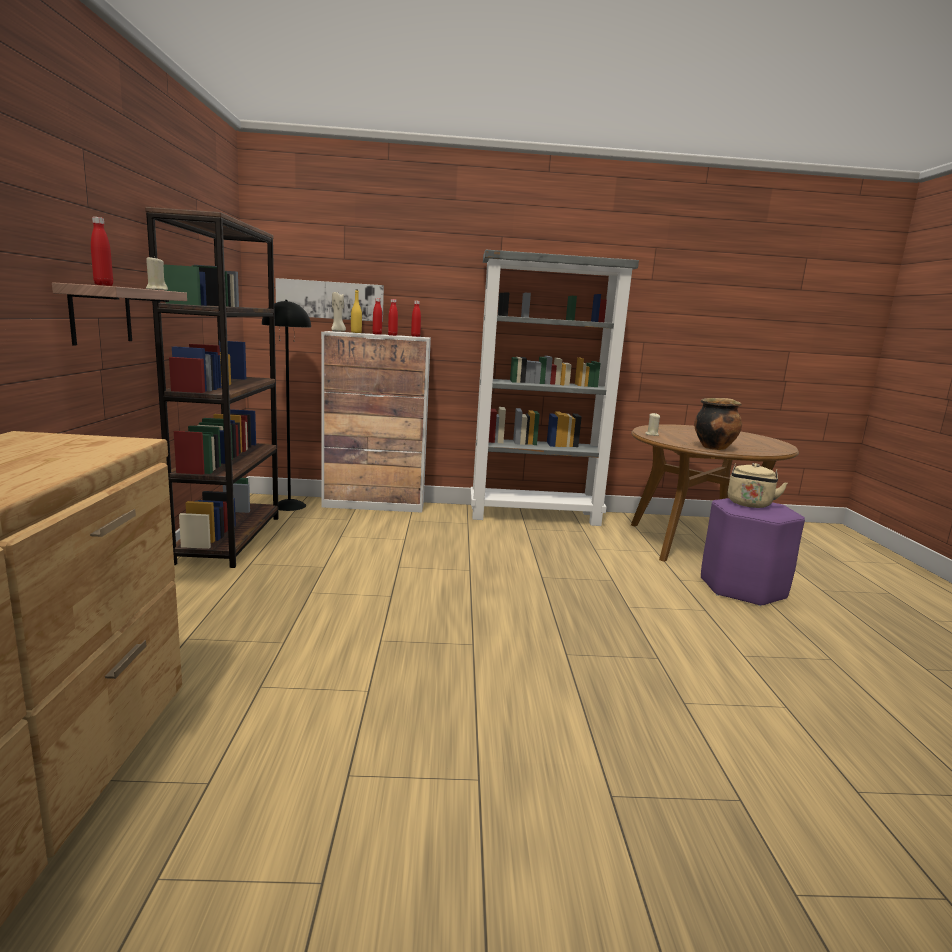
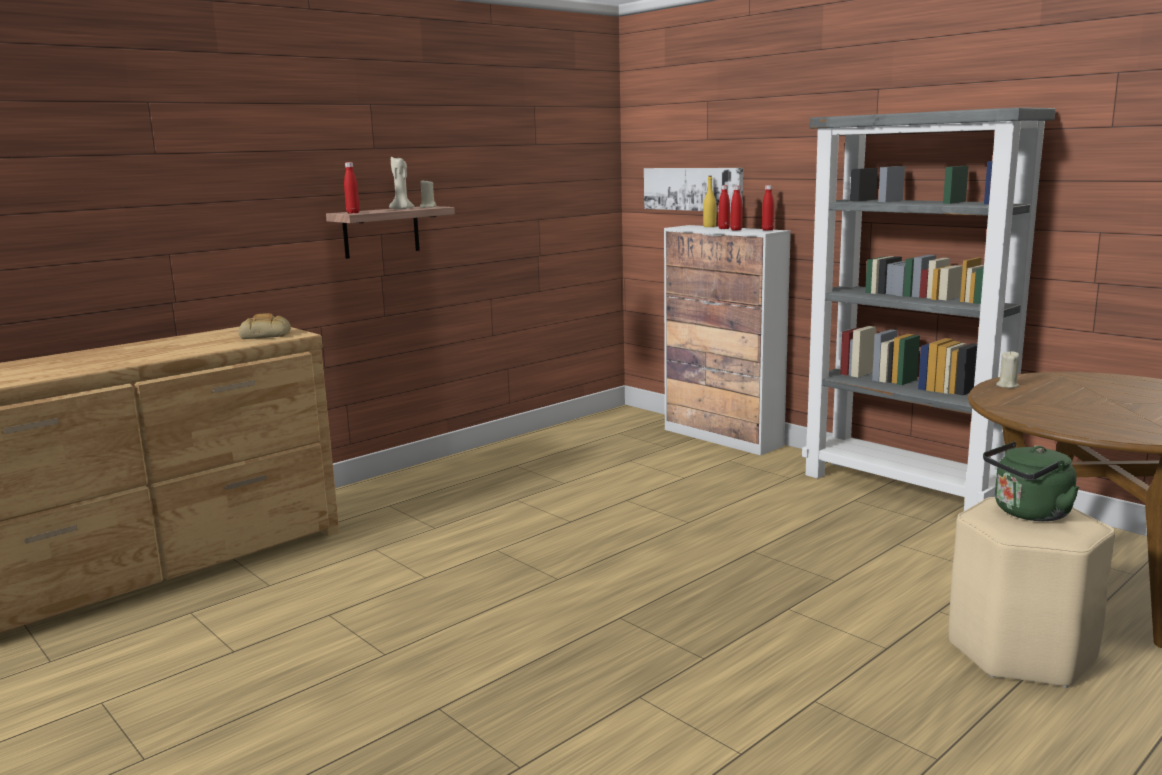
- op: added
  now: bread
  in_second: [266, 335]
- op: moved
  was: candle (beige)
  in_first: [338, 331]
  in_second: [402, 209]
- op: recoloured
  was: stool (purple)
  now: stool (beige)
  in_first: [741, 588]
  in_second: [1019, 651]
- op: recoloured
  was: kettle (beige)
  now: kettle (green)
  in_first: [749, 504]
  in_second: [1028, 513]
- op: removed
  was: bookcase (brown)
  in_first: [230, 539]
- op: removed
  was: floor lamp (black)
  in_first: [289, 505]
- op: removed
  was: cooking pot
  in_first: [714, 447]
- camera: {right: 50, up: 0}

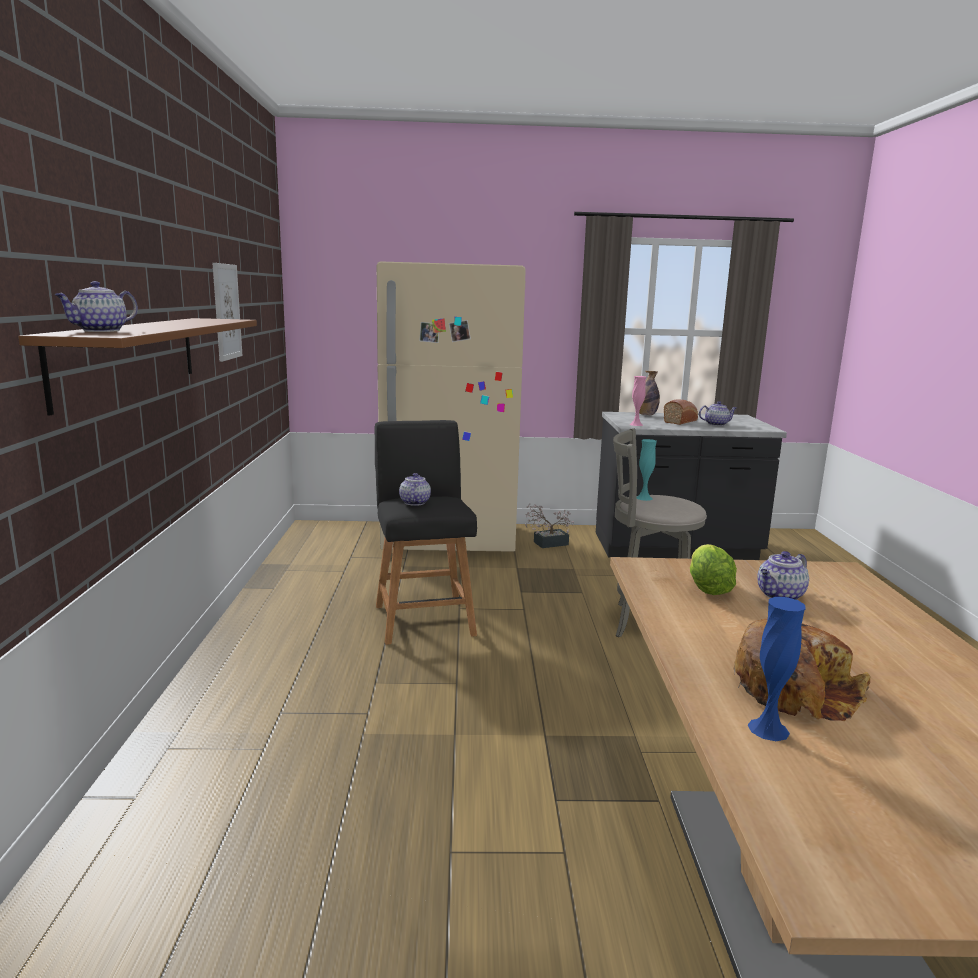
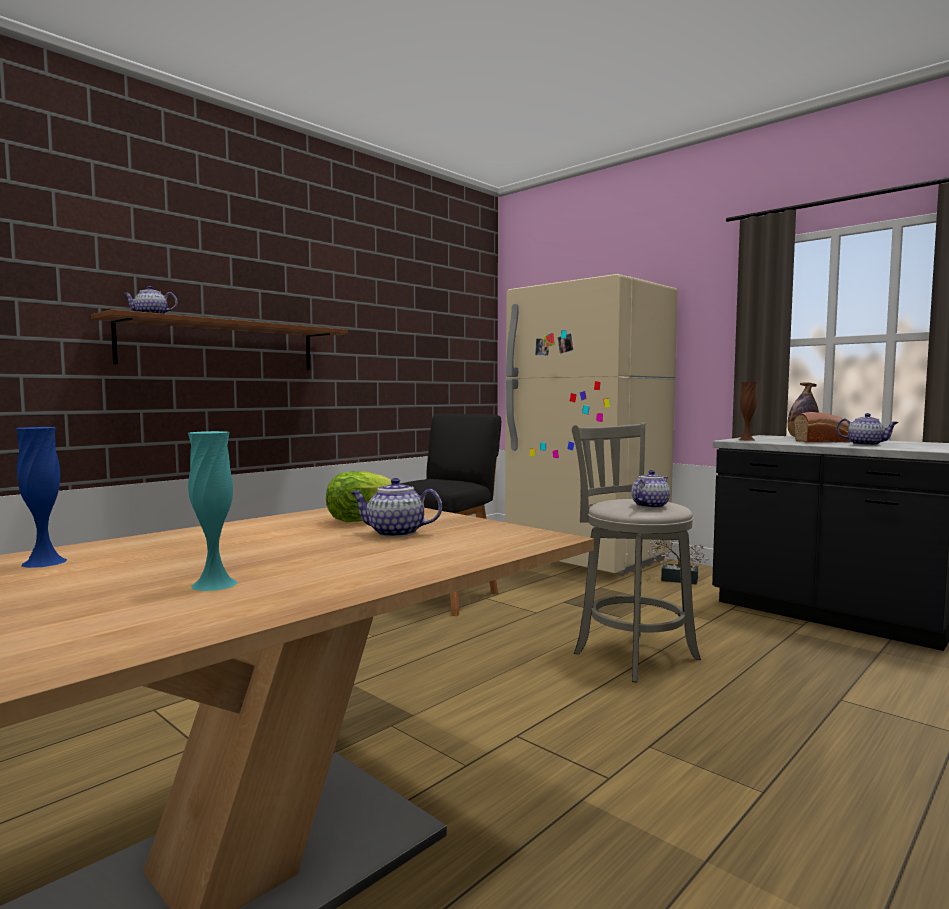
- op: moved
  was: vase (turquoise)
  in_first: [644, 498]
  in_second: [214, 584]
- op: moved
  was: teapot
  in_first: [414, 502]
  in_second: [650, 506]
- op: recoloured
  was: vase (pink)
  now: vase (brown)
  in_first: [636, 424]
  in_second: [746, 440]
- op: removed
  was: picture
  in_first: [226, 312]
- op: removed
  was: bread
  in_first: [795, 688]
- camera: {right: 45, up: -10}

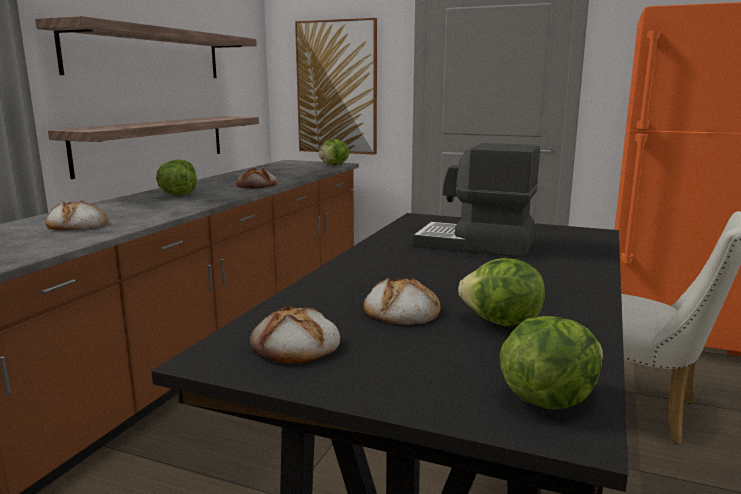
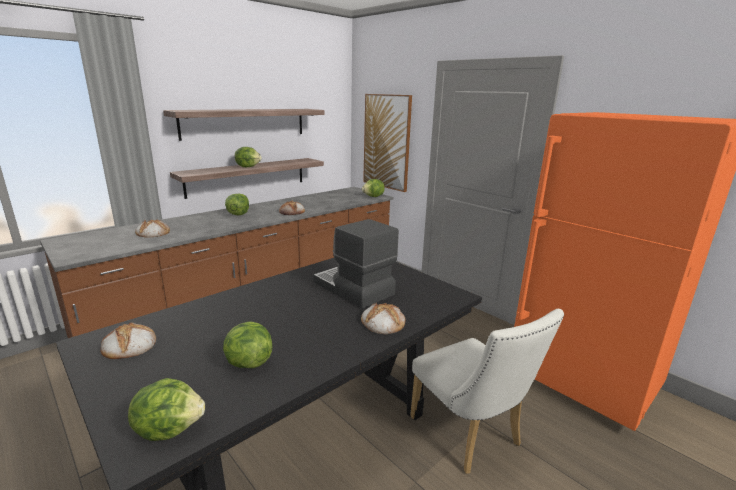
- op: added
  now: lettuce
  in_second: [248, 167]
- op: moved
  was: bread
  in_first: [401, 311]
  in_second: [382, 322]
- camera: {right: 25, up: 5}

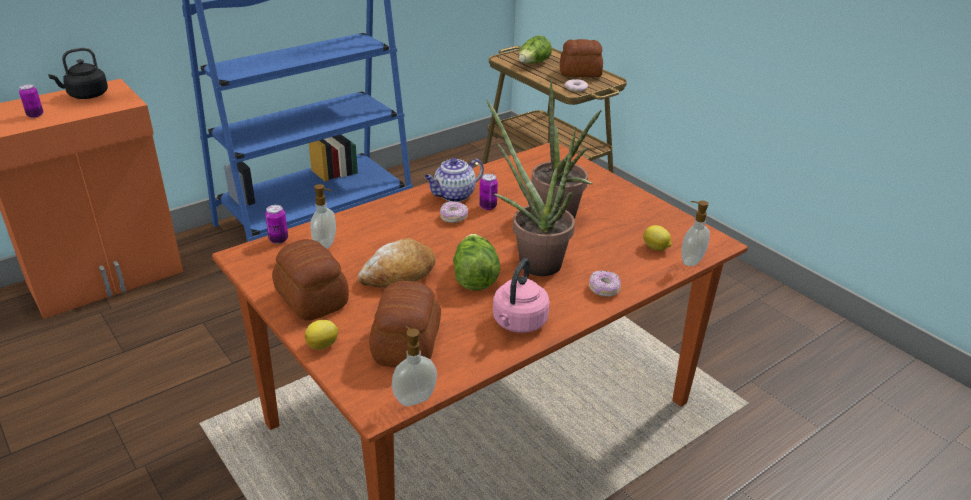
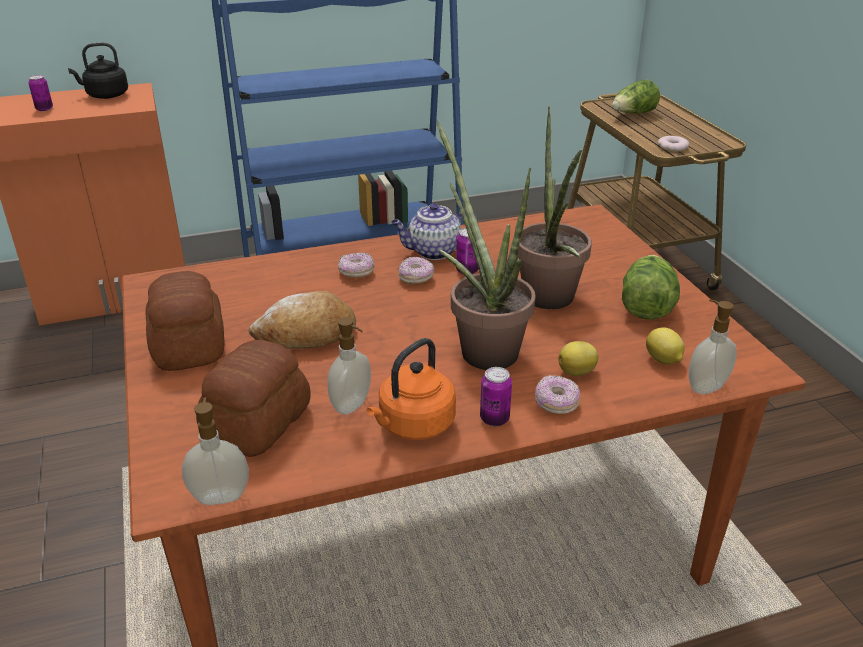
- op: moved
  was: soap dispenser
  in_first: [326, 245]
  in_second: [352, 405]
- op: added
  now: donut
  in_second: [356, 273]
- op: recoloured
  was: kettle (pink)
  now: kettle (orange)
  in_first: [518, 323]
  in_second: [413, 426]
- op: moved
  was: can
  in_first: [278, 239]
  in_second: [494, 419]
- op: moved
  was: lemon
  in_first: [323, 345]
  in_second: [577, 372]
- op: moved
  was: lettuce
  in_first: [474, 276]
  in_second: [646, 304]
- op: removed
  was: bread
  in_first: [579, 72]
- camera: {right: 20, up: 0}

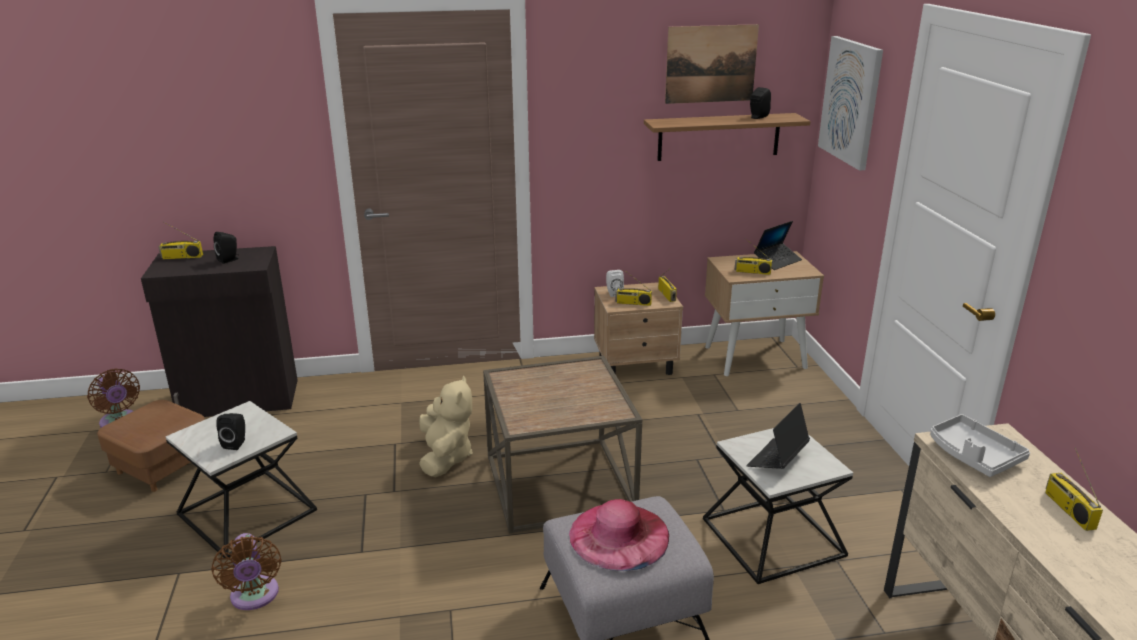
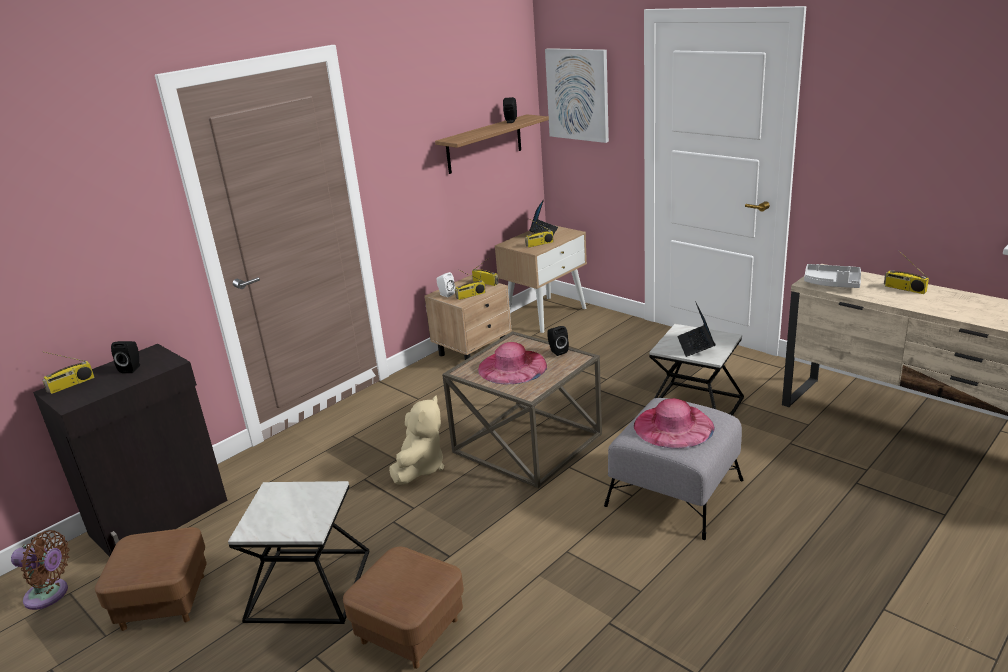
- op: replaced
  was: fan (brown)
  now: ottoman (brown)
  in_first: [255, 597]
  in_second: [410, 630]
- op: turned
  was: plush toy (beige)
  in_first: [445, 457]
  in_second: [420, 468]
  clockwise: 60
- op: added
  now: hat (pink)
  in_second: [512, 367]
- op: moved
  was: speaker (black)
  in_first: [236, 443]
  in_second: [557, 351]
- op: removed
  was: picture
  in_first: [711, 64]
- camera: {right: -35, up: 0}

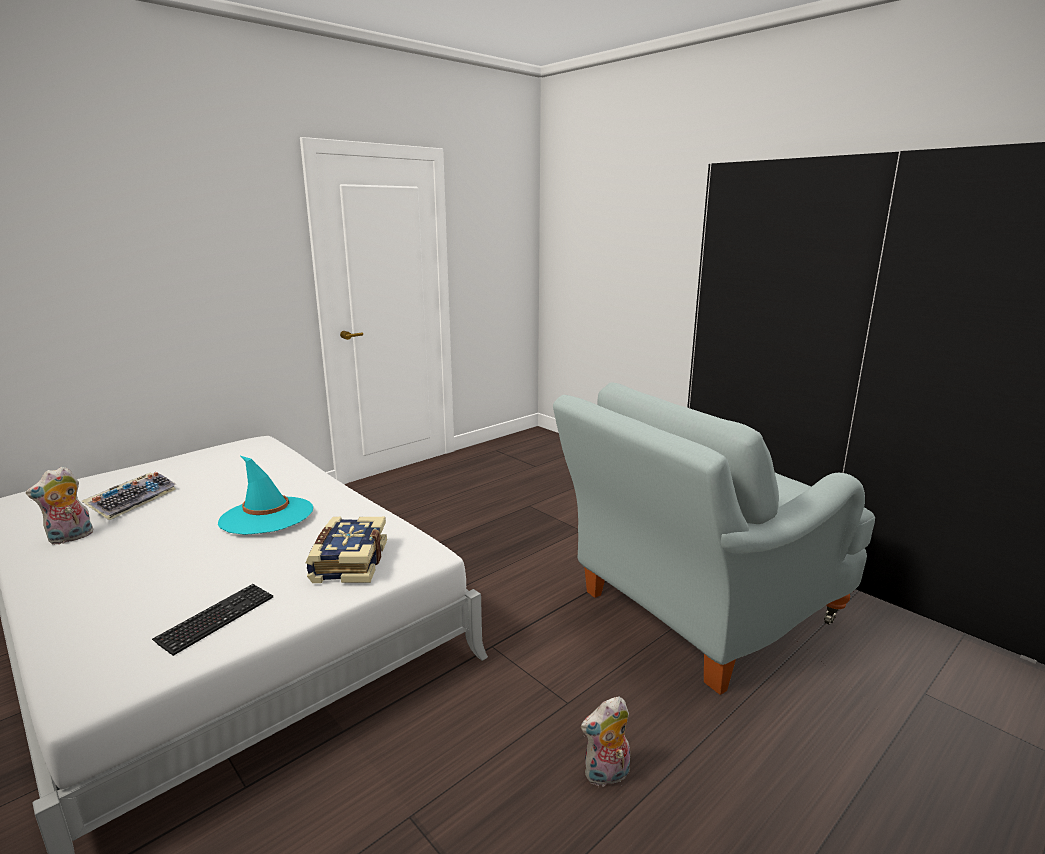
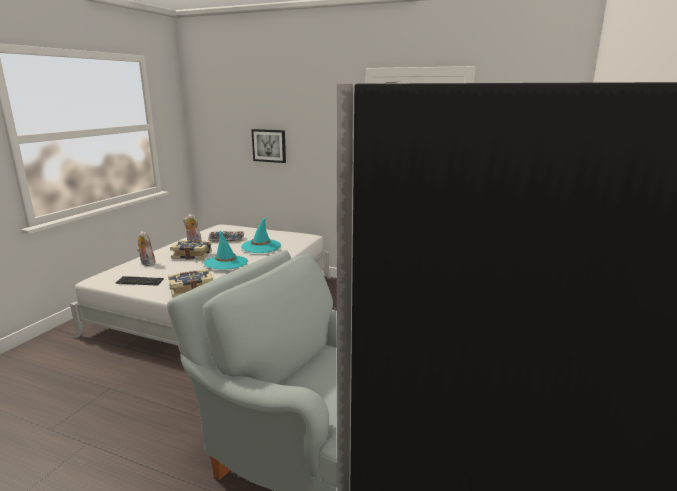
- op: moved
  was: plush toy
  in_first: [606, 776]
  in_second: [146, 263]
- op: added
  now: book
  in_second: [192, 255]
- op: added
  now: hat (turquoise)
  in_second: [261, 246]
- op: added
  now: picture
  in_second: [269, 145]
- camera: {right: 65, up: 0}

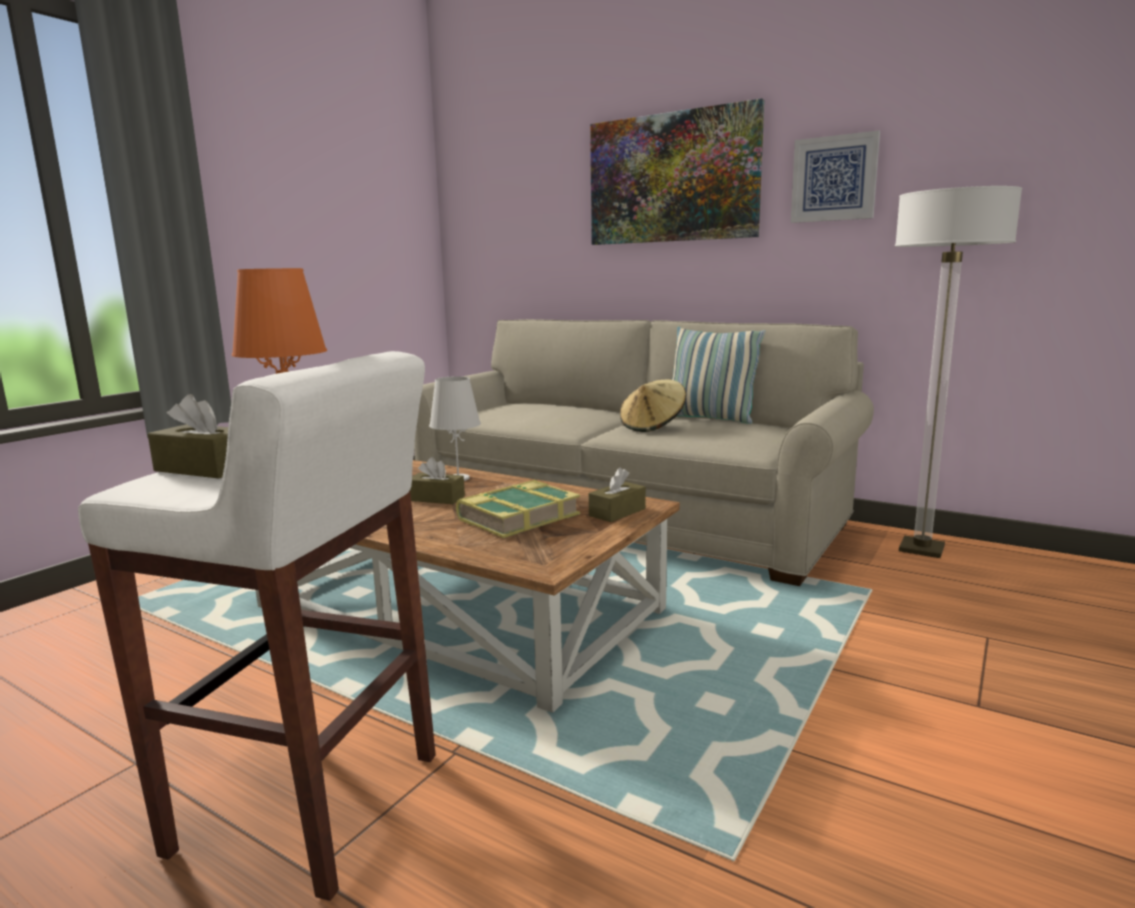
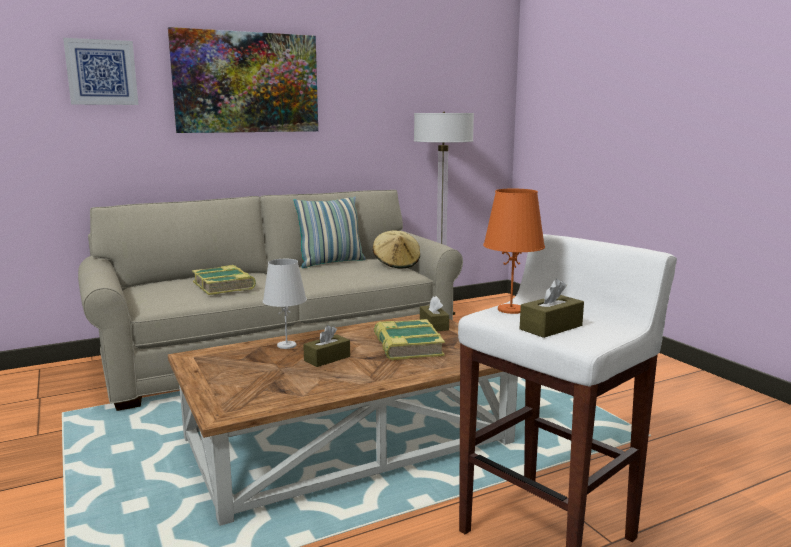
- op: moved
  was: picture
  in_first: [834, 179]
  in_second: [101, 72]
- op: added
  now: book
  in_second: [224, 286]
- op: moved
  was: hat (beige)
  in_first: [652, 426]
  in_second: [396, 264]
- camera: {right: -60, up: 0}

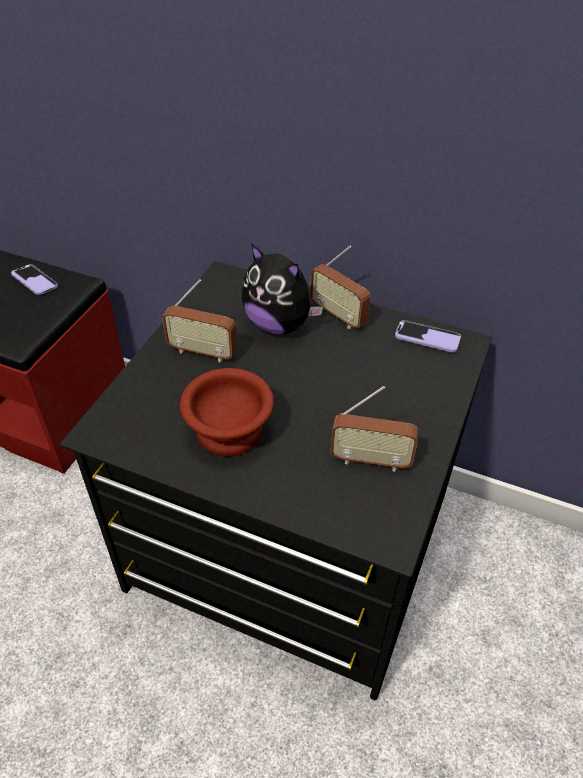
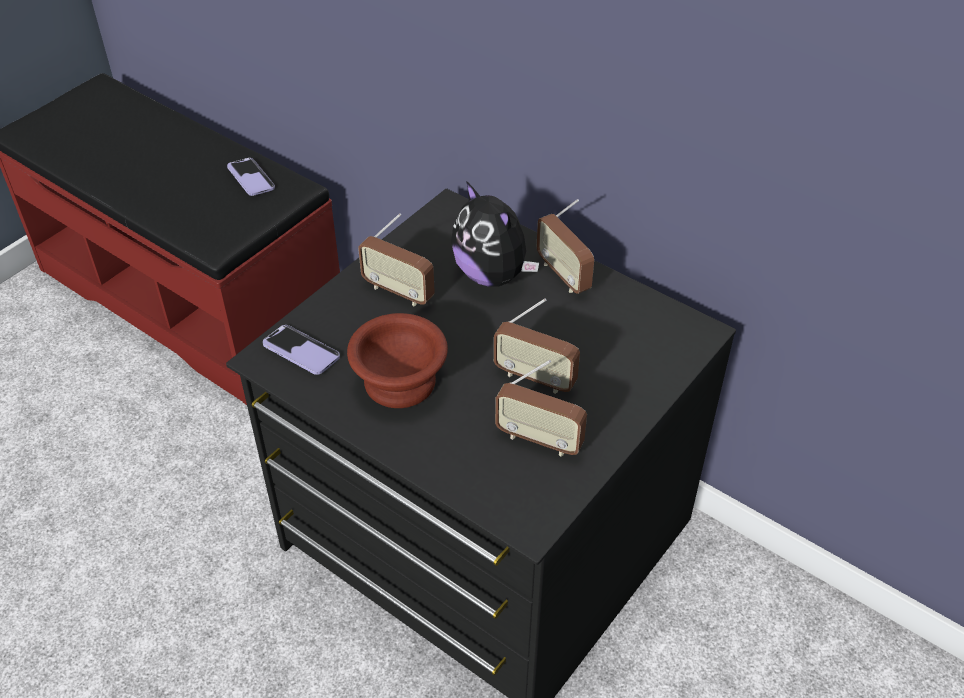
- op: moved
  was: phone
  in_first: [427, 338]
  in_second: [301, 351]
- op: added
  now: radio
  in_second: [535, 378]
- camera: {right: 15, up: 0}

